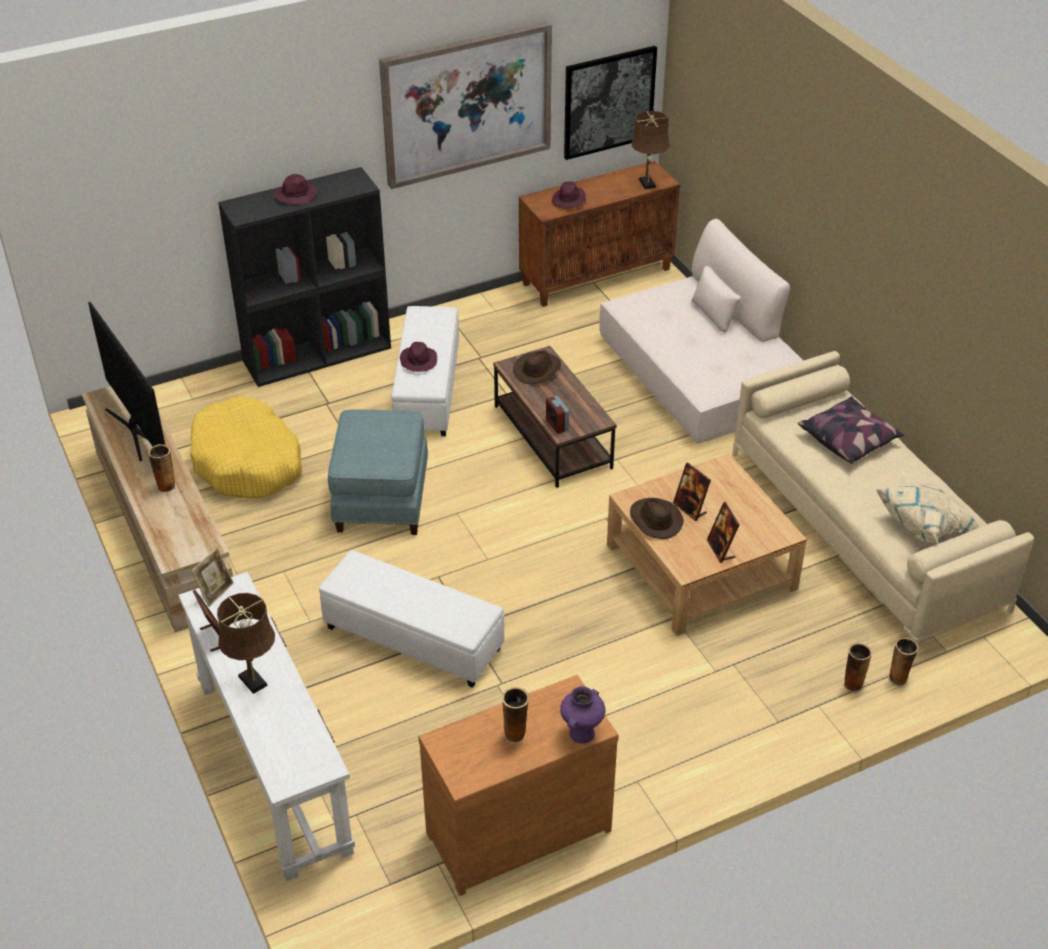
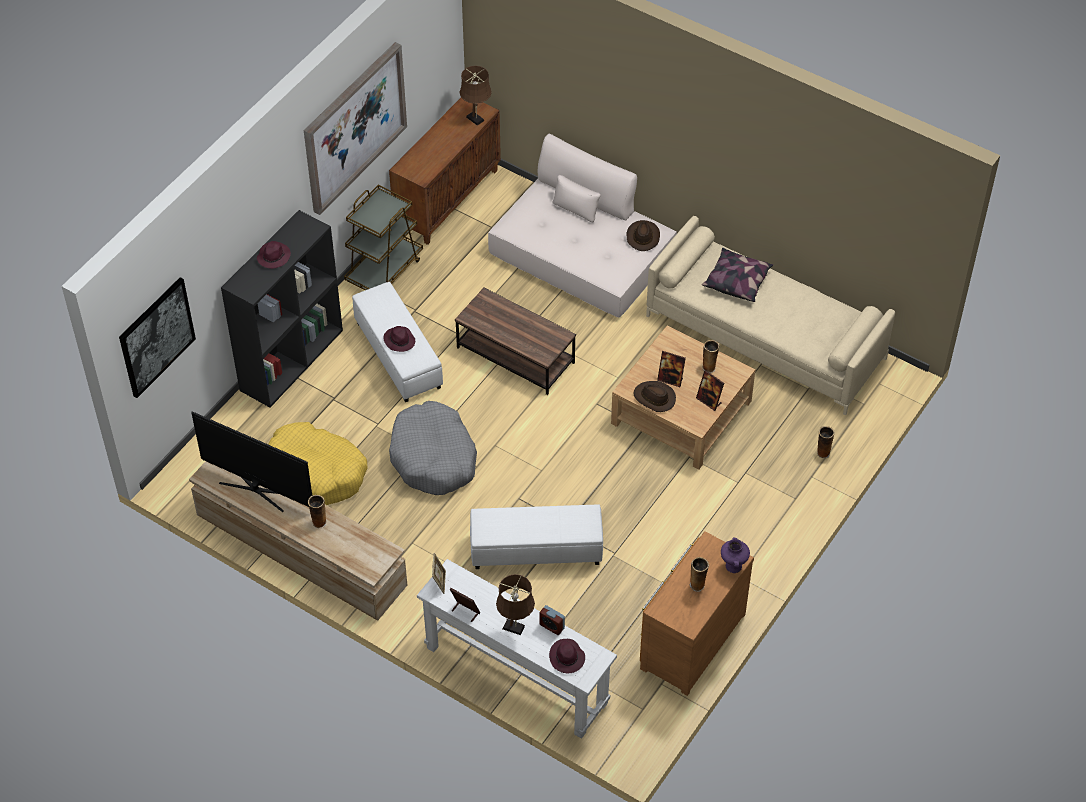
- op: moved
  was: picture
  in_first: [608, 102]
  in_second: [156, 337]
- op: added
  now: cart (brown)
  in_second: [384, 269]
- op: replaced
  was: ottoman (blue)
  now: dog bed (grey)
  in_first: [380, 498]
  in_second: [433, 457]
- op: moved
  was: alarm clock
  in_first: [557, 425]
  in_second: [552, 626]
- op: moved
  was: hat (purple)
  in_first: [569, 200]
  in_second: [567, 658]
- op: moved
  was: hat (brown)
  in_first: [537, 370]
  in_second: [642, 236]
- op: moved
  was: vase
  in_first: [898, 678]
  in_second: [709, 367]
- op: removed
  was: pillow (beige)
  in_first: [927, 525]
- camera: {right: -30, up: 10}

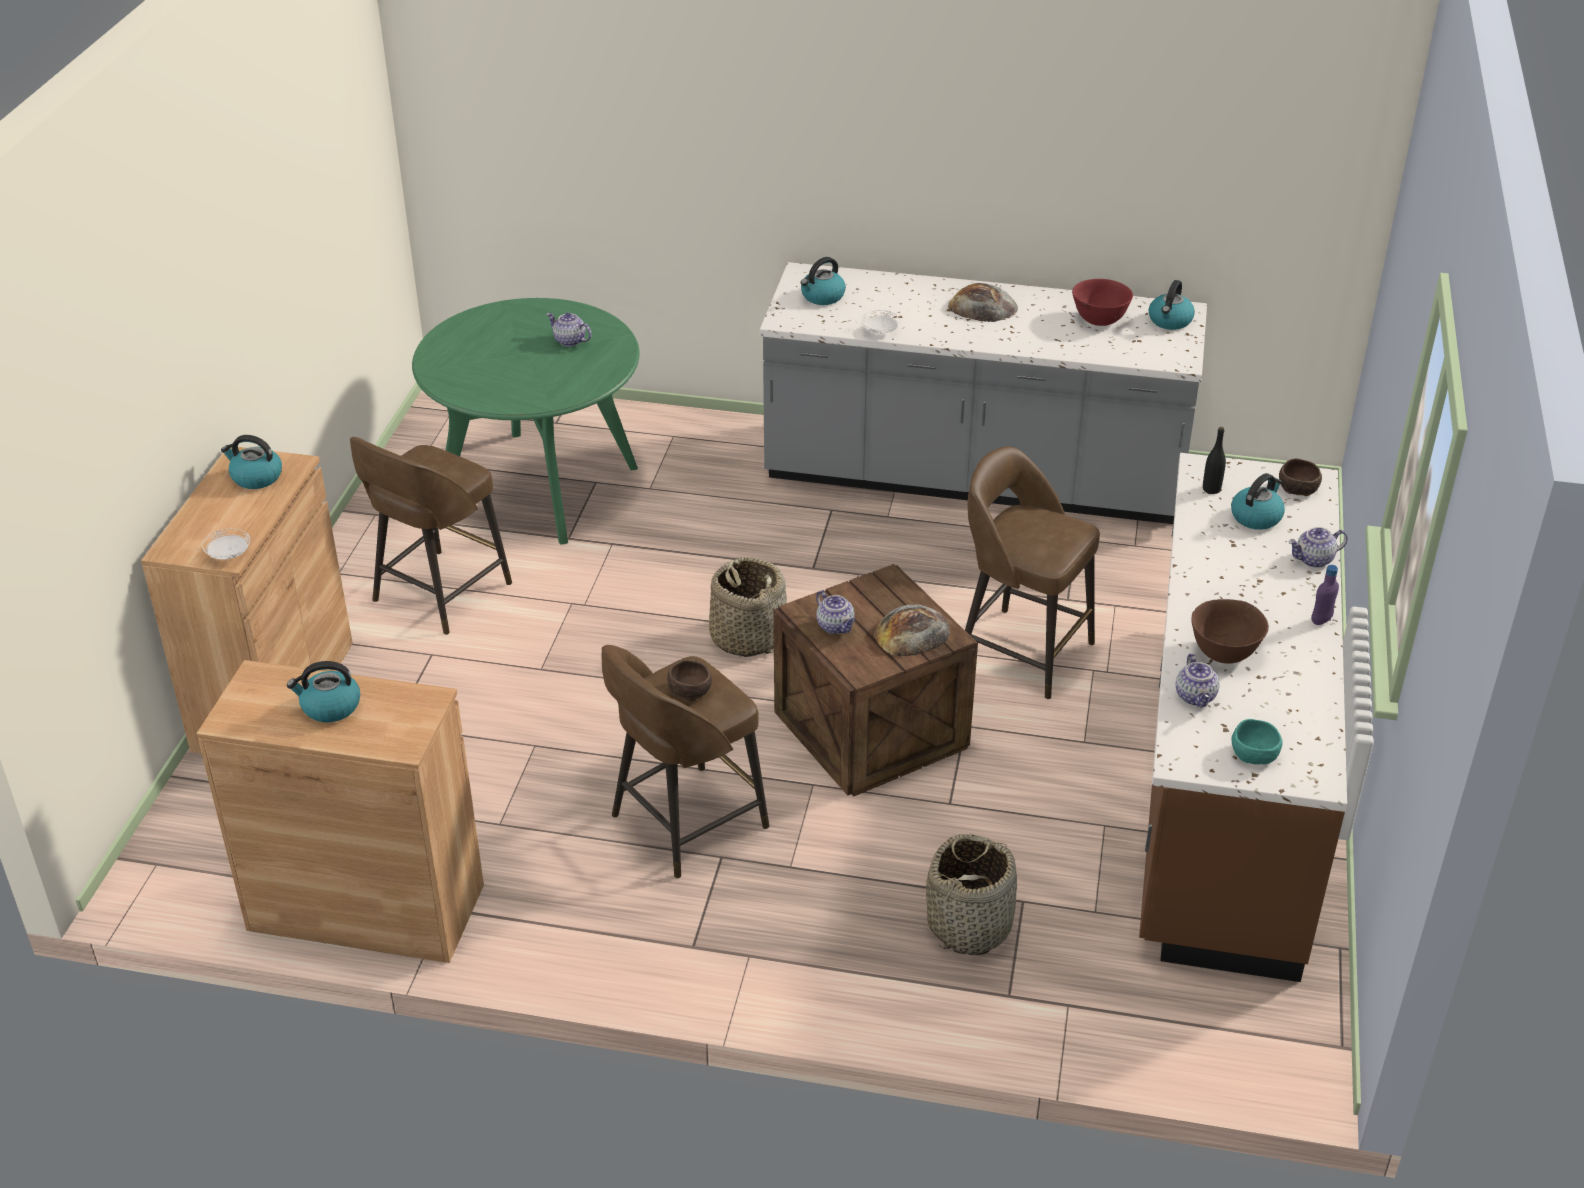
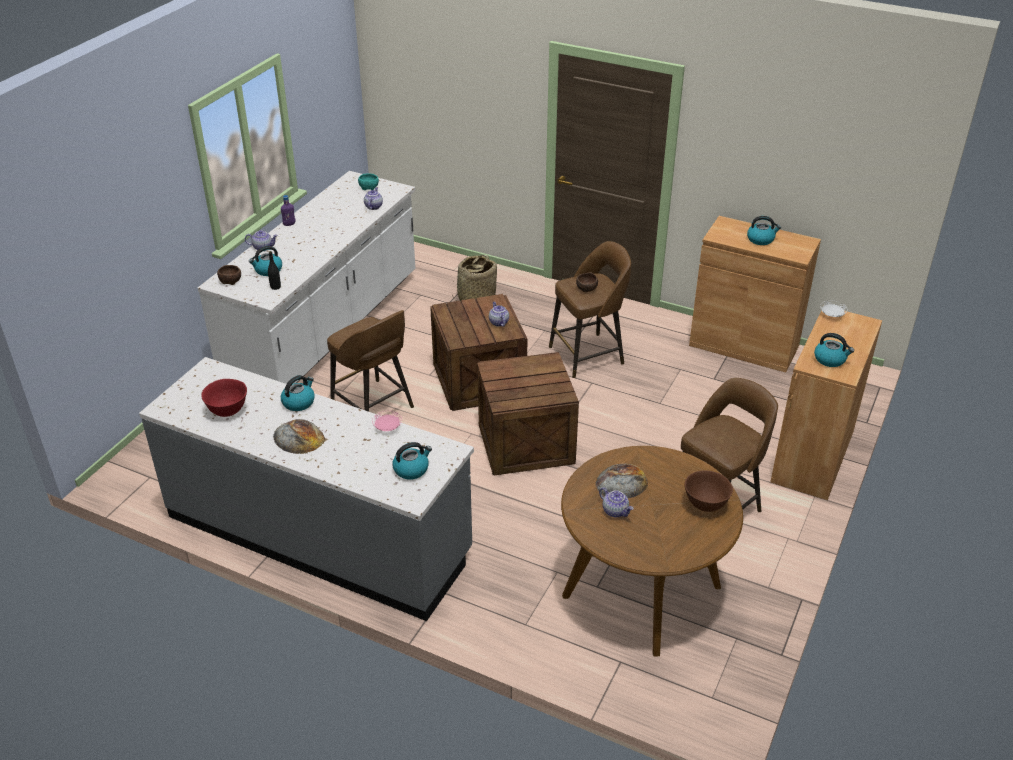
- op: recoloured
  was: counter (brown)
  now: counter (white)
  in_first: [1221, 784]
  in_second: [325, 329]
- op: moved
  was: kettle
  in_first: [1170, 321]
  in_second: [299, 402]
- op: recoloured
  was: plate (white)
  now: plate (pink)
  in_first: [880, 331]
  in_second: [387, 427]
- op: replaced
  was: basket
  now: crate
  in_first: [747, 637]
  in_second: [525, 443]
- op: recoloured
  was: dining table (green)
  now: dining table (brown)
  in_first: [539, 486]
  in_second: [641, 591]
- op: moved
  was: bread
  in_first: [912, 632]
  in_second: [621, 482]
- op: moved
  was: bowl (brown)
  in_first: [1224, 652]
  in_second: [705, 504]
- camera: {right: -165, up: 0}

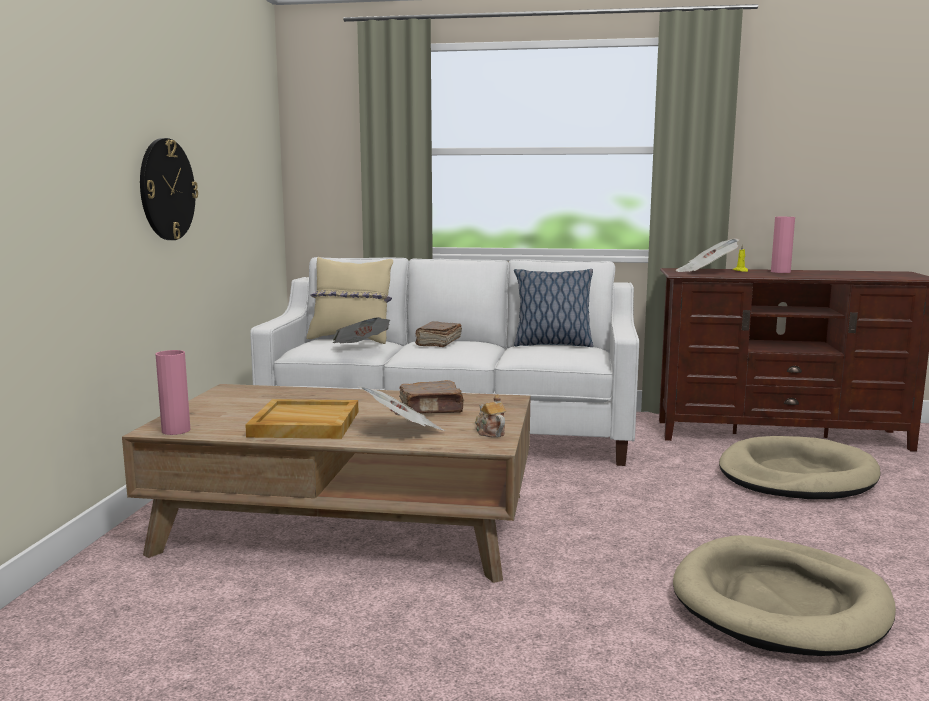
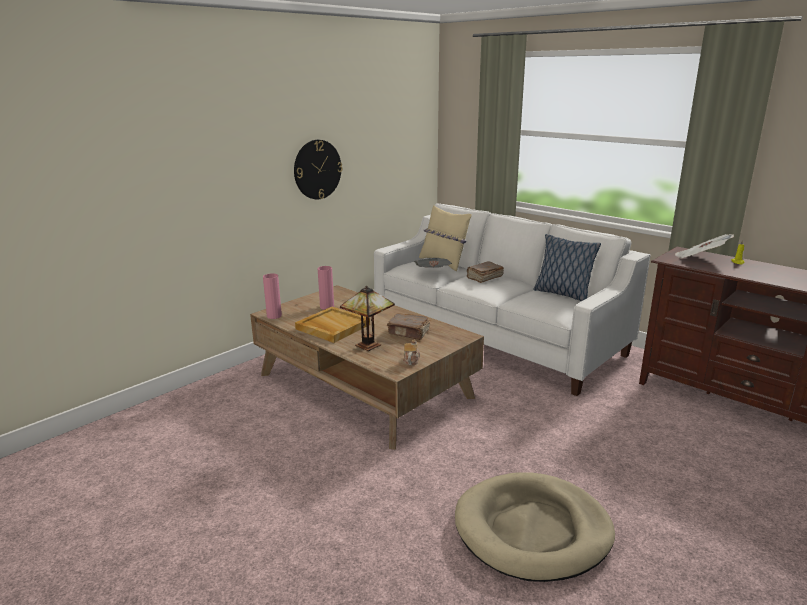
- op: moved
  was: vase (pink)
  in_first: [780, 272]
  in_second: [327, 307]
- op: replaced
  was: newspaper
  now: table lamp
  in_first: [403, 430]
  in_second: [370, 345]
- op: removed
  was: dog bed (beige)
  in_first: [796, 476]
- camera: {right: 35, up: 10}

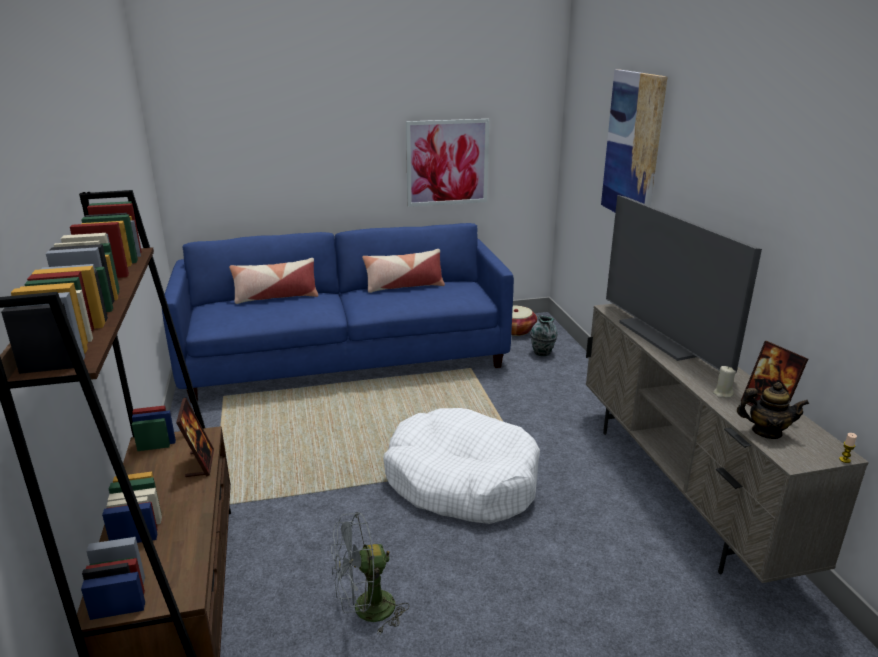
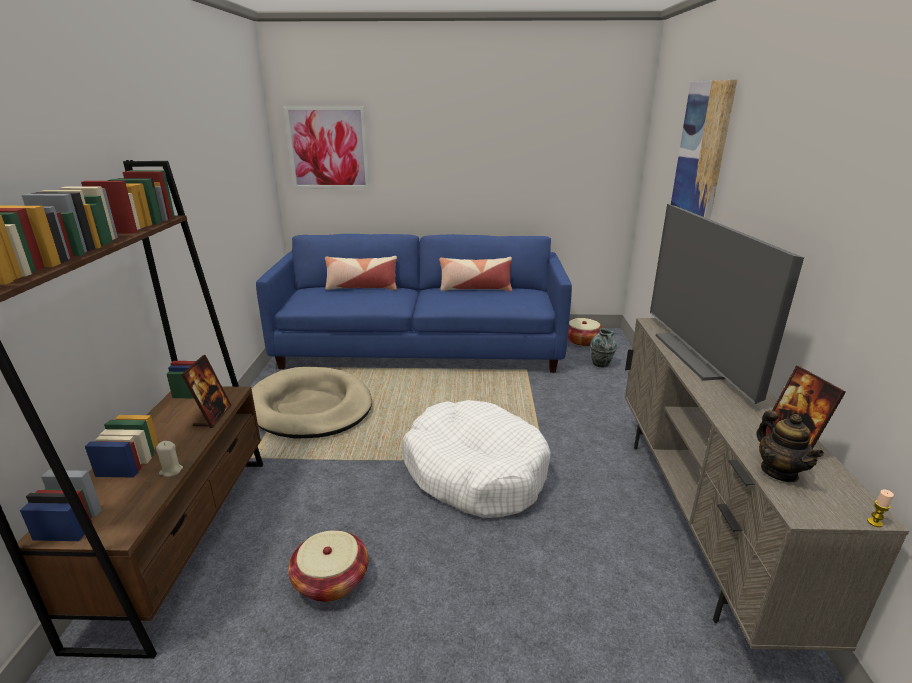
- op: moved
  was: candle (beige)
  in_first: [722, 394]
  in_second: [171, 471]
- op: added
  now: dog bed (beige)
  in_second: [310, 407]
- op: moved
  was: picture
  in_first: [447, 162]
  in_second: [328, 148]
- op: replaced
  was: fan (grey)
  now: basket
  in_first: [365, 610]
  in_second: [331, 580]
- op: turned
  was: teapot
  in_first: [766, 432]
  in_second: [779, 472]
  clockwise: 45
- camera: {right: 15, up: 0}

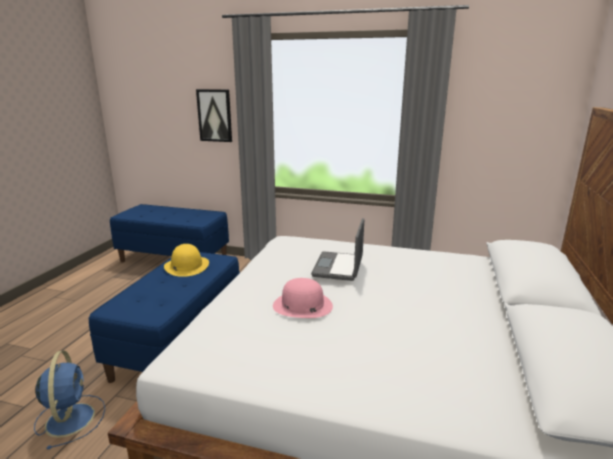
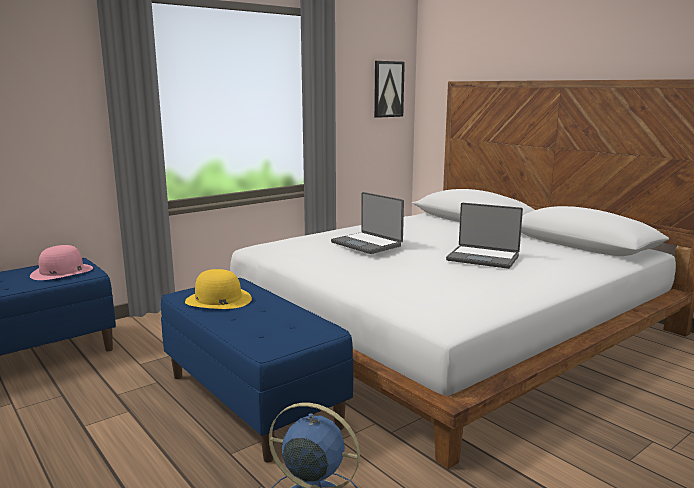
- op: moved
  was: hat (pink)
  in_first: [302, 305]
  in_second: [61, 272]
- op: moved
  was: picture
  in_first: [215, 115]
  in_second: [388, 89]
- op: added
  now: laptop
  in_second: [483, 258]
- camera: {right: -55, up: -5}

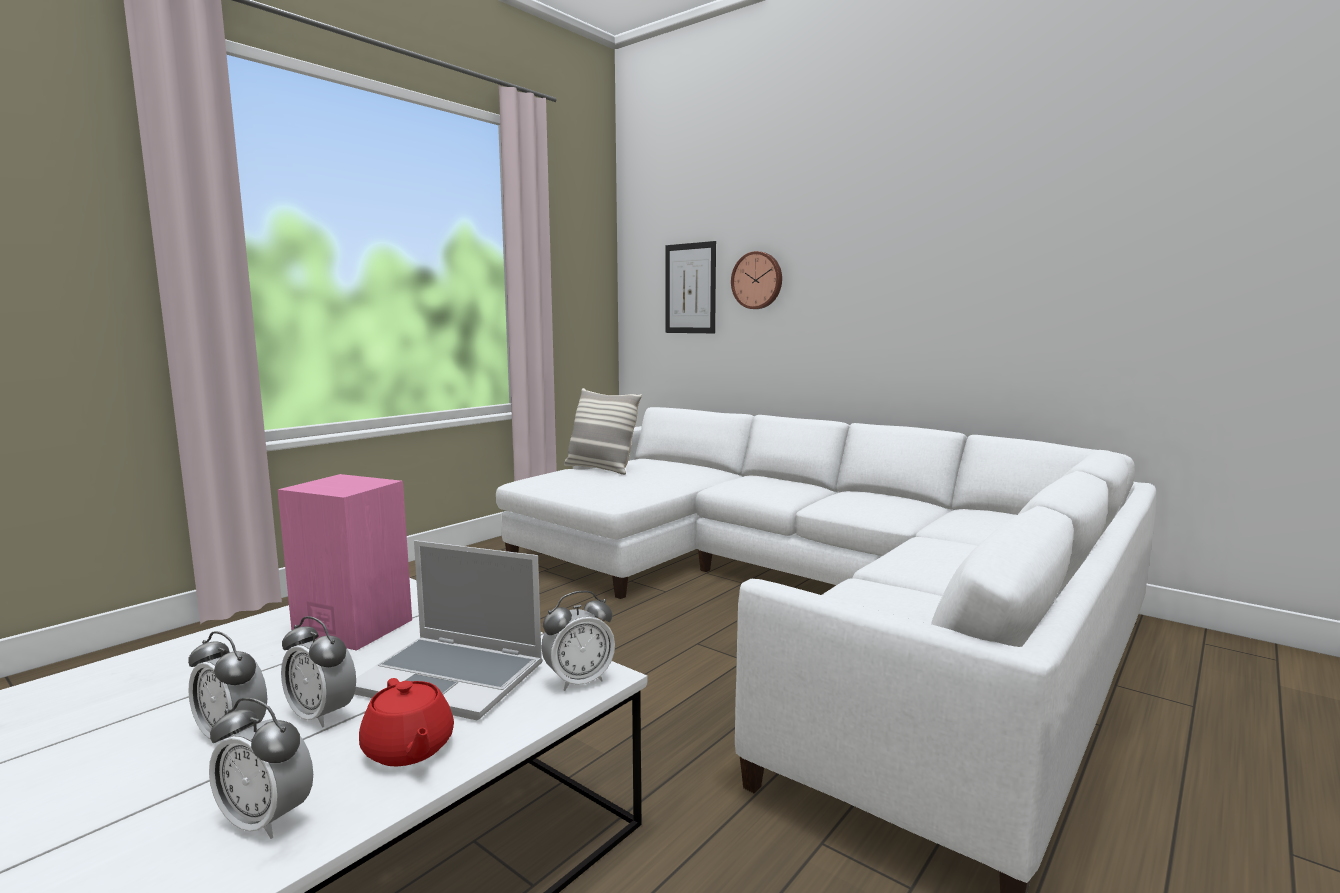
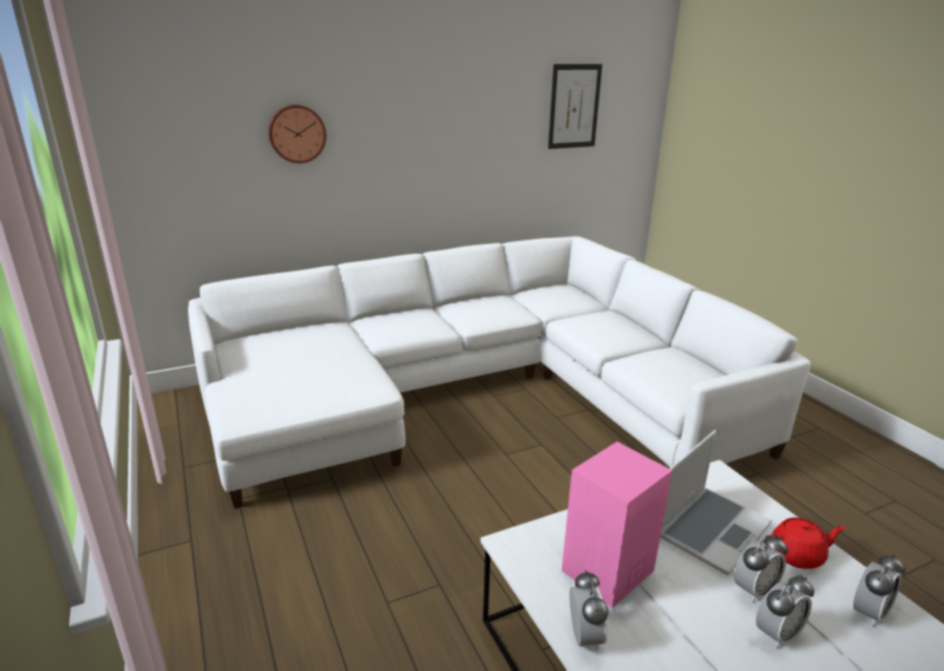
- op: moved
  was: picture
  in_first: [690, 288]
  in_second: [574, 106]
- op: moved
  was: alarm clock
  in_first: [579, 681]
  in_second: [584, 636]
- op: removed
  was: pillow
  in_first: [600, 469]
- camera: {right: -65, up: 15}

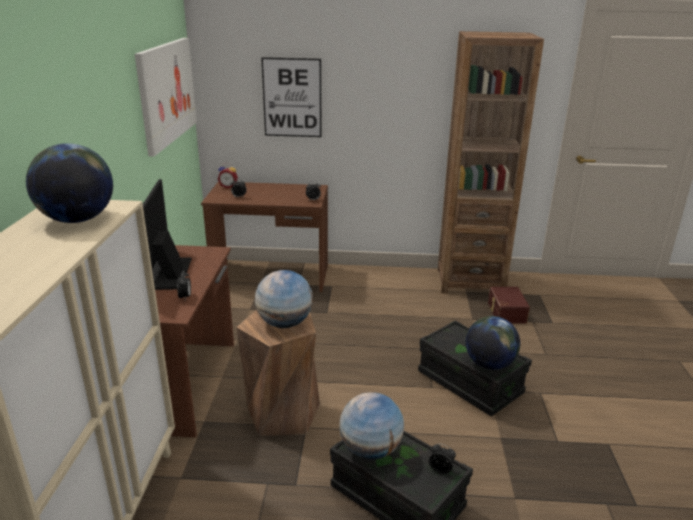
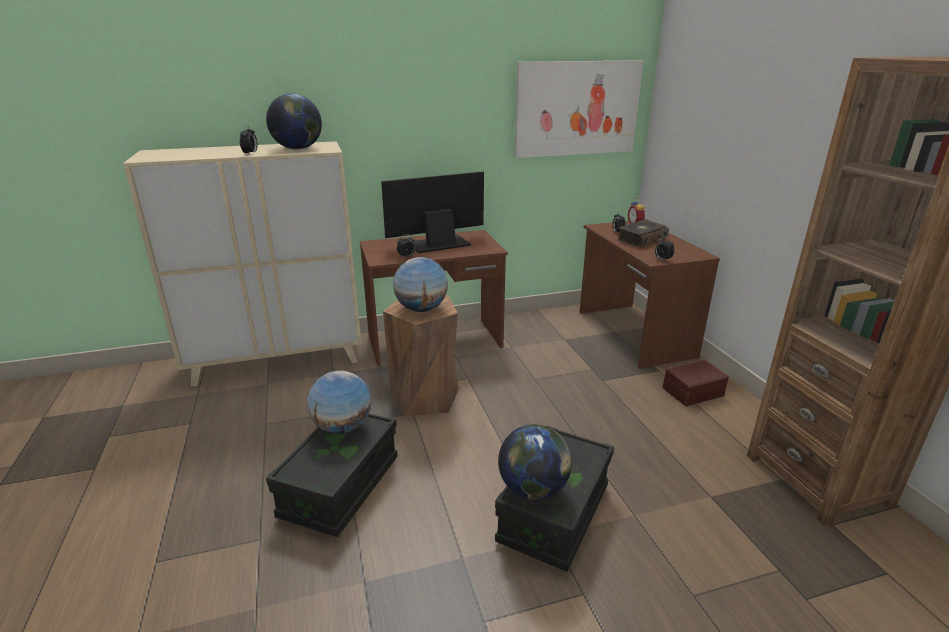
- op: moved
  was: alarm clock
  in_first: [441, 469]
  in_second: [250, 154]
- op: added
  now: book
  in_second: [640, 239]
- op: moved
  was: storage box (brown)
  in_first: [505, 312]
  in_second: [692, 391]
- op: removed
  was: picture
  in_first: [292, 98]
- camera: {right: 70, up: 0}

